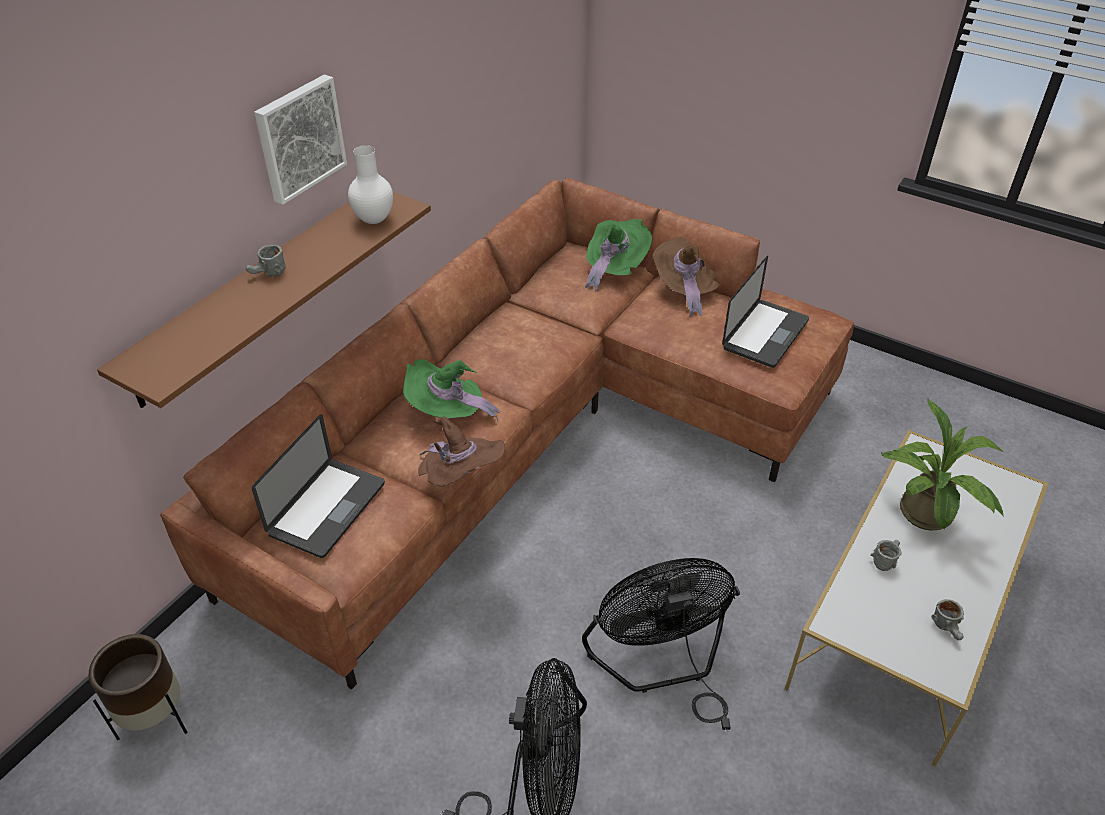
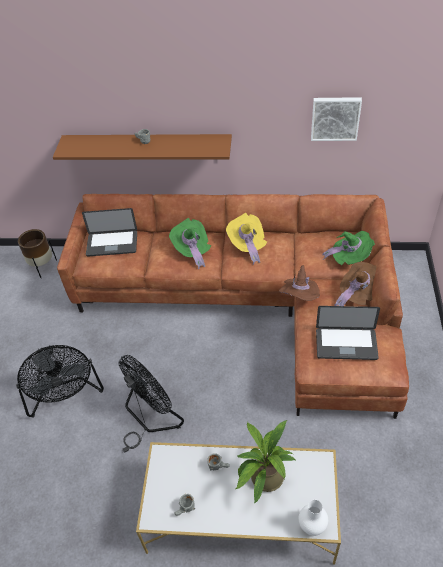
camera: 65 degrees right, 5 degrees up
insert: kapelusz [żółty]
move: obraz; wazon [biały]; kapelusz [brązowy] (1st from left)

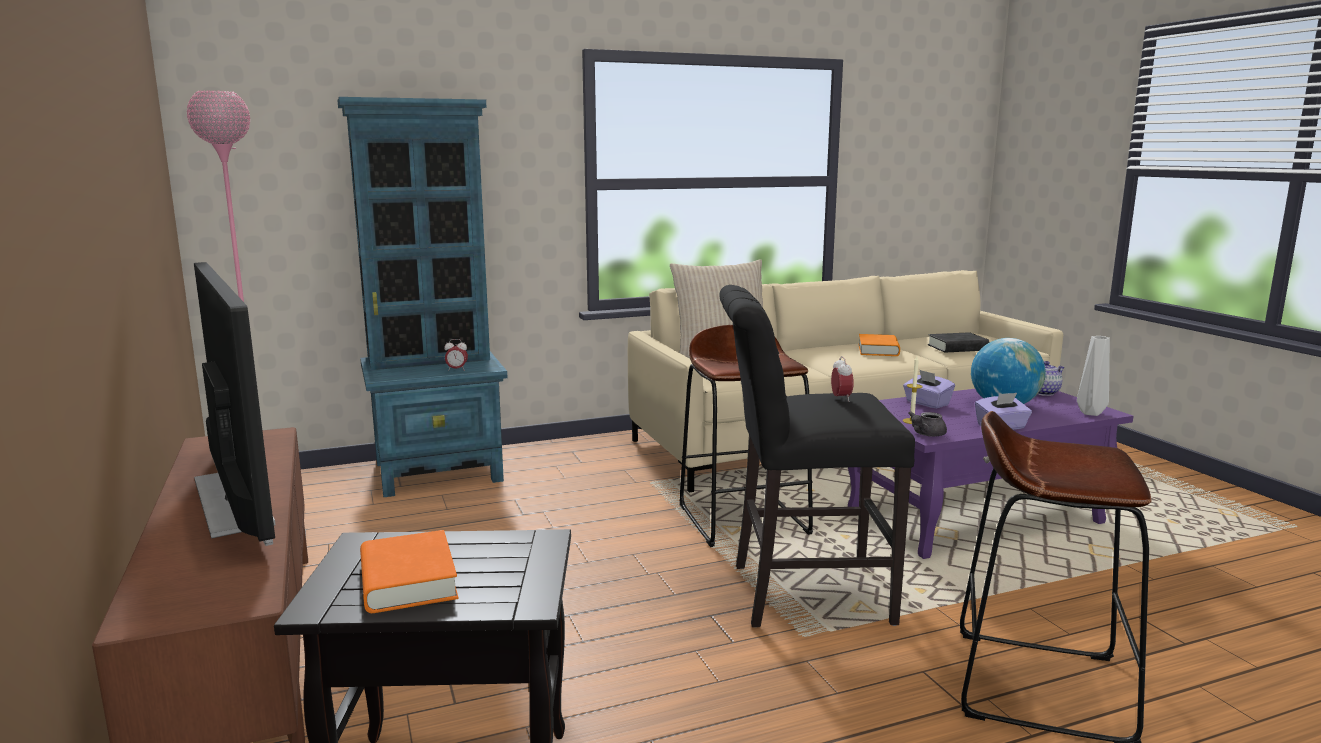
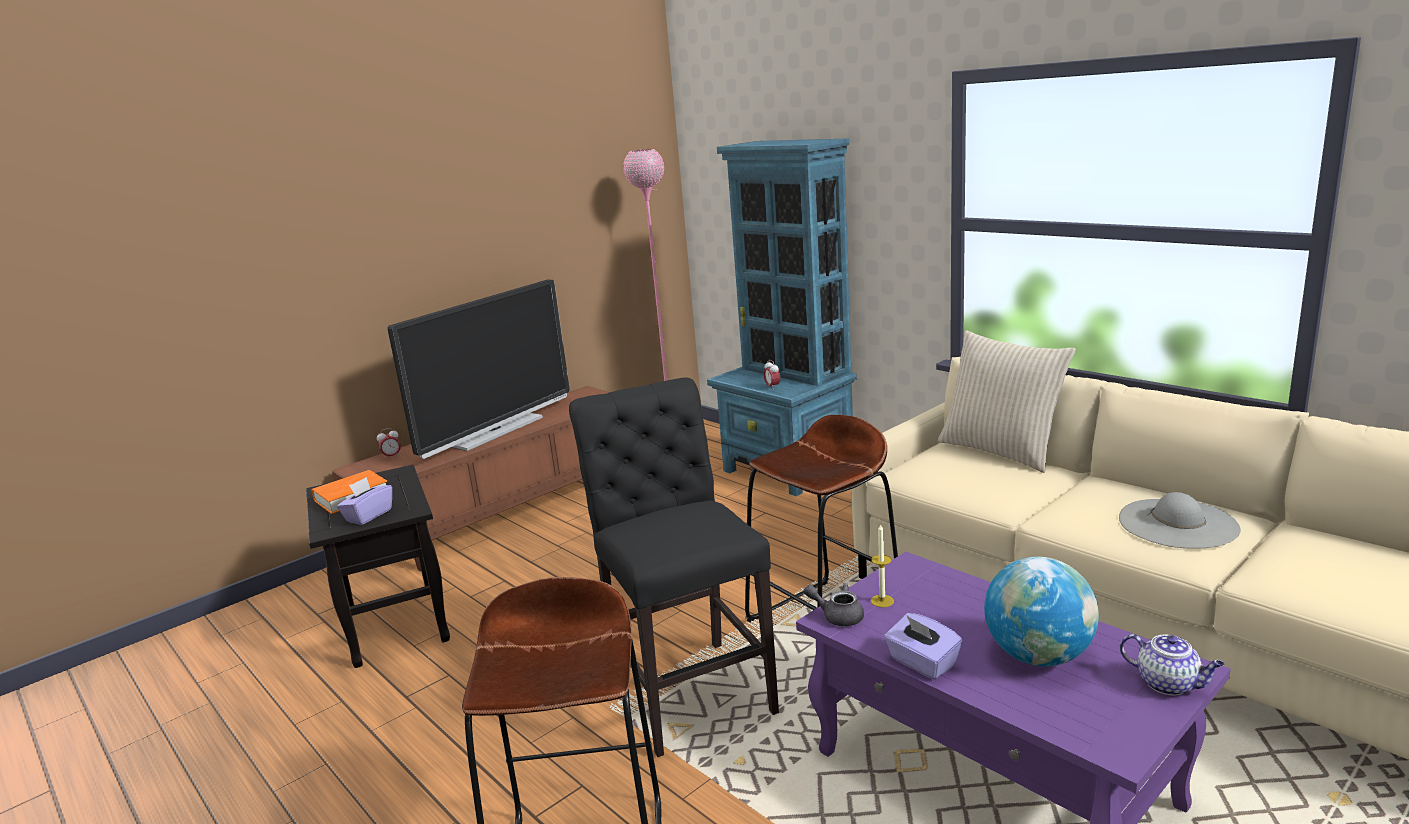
camera: 70 degrees right, 5 degrees up
delete: książka [czarny]; wazon [szary]
move: budzik (2nd from left in the first image) to budzik (1st from left); pudełko chusteczek [fioletowy] (1st from left)
replace: książka [pomarańczowy] (2nd from left) to kapelusz [szary]

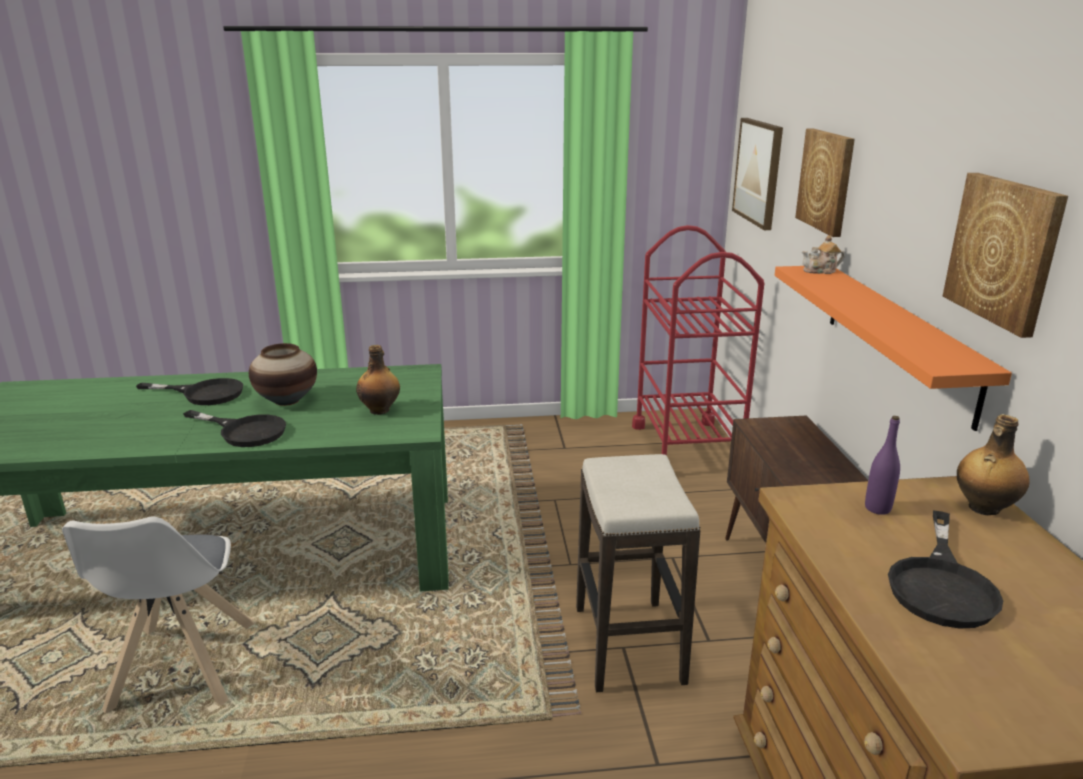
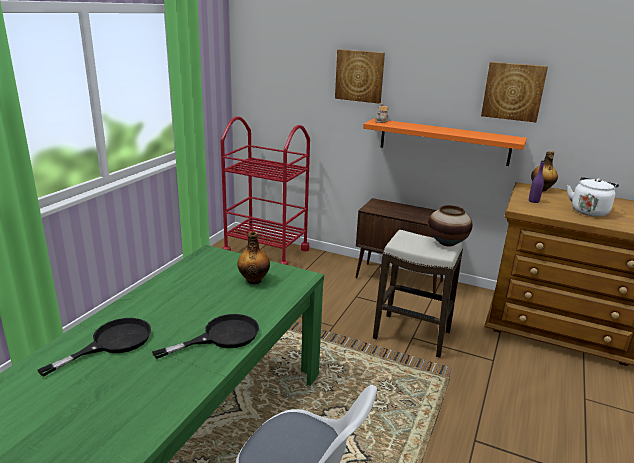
camera: 60 degrees left, 0 degrees up
delete: obraz (1st from left)
move: wazon
replace: patelnia [czarny] (3rd from left) to czajnik [biały]

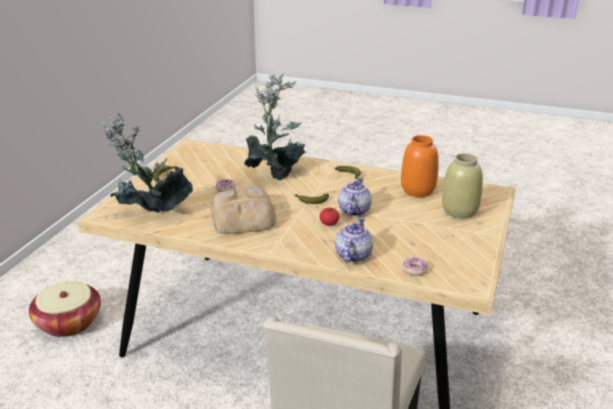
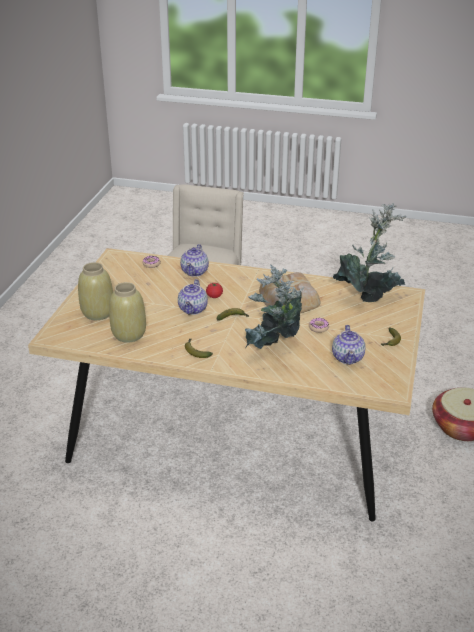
camera: 175 degrees right, 5 degrees up
insert: imbryk (3rd from left)
recolor: wazon [pomarańczowy] to wazon [beżowy] (2nd from left)

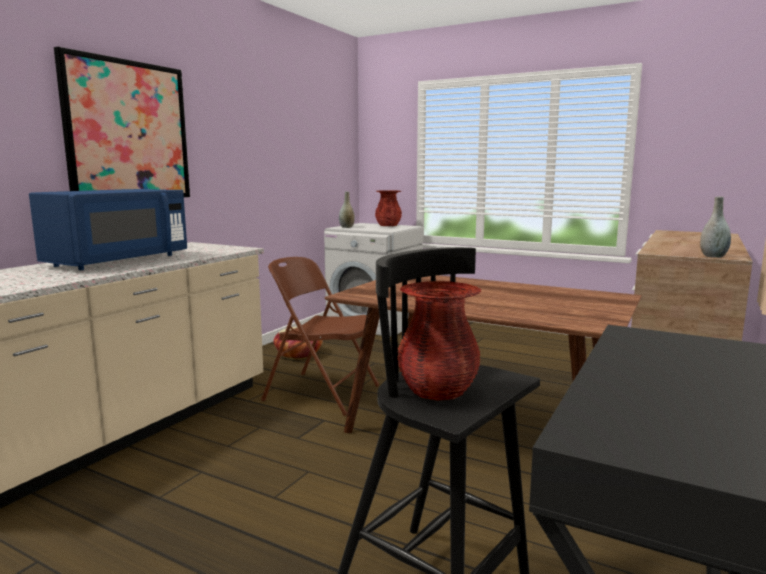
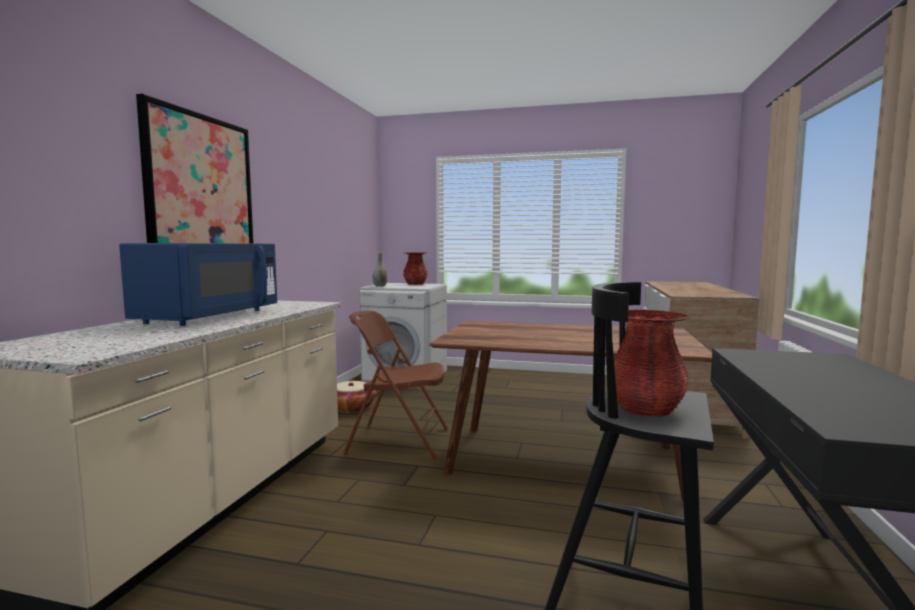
camera: 15 degrees left, 5 degrees down
delete: wazon [szary] (2nd from left)

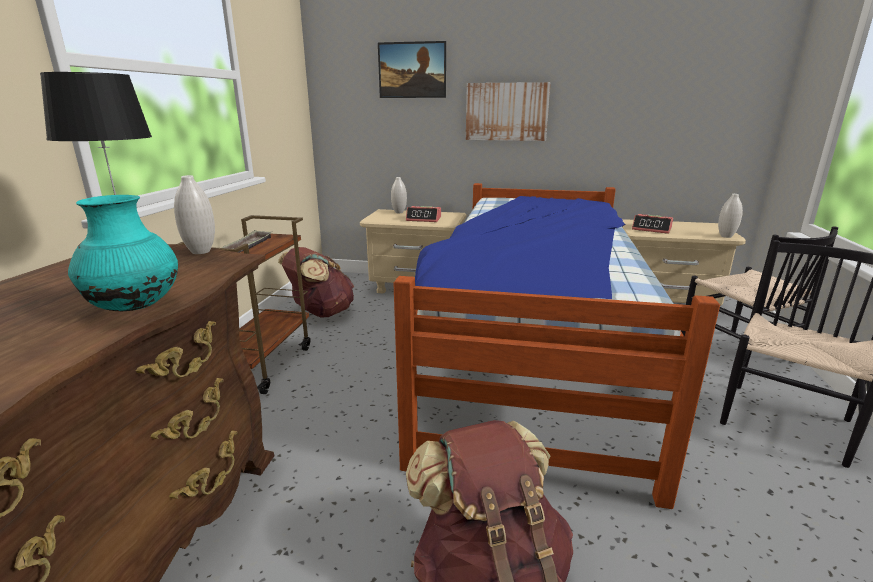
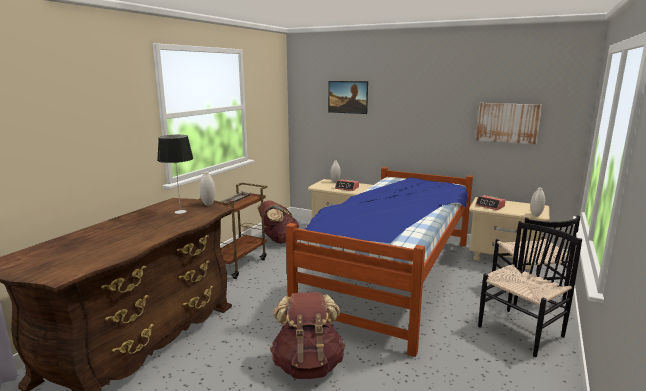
camera: 15 degrees right, 5 degrees down
delete: wazon [turkusowy]
move: obraz (2nd from left)

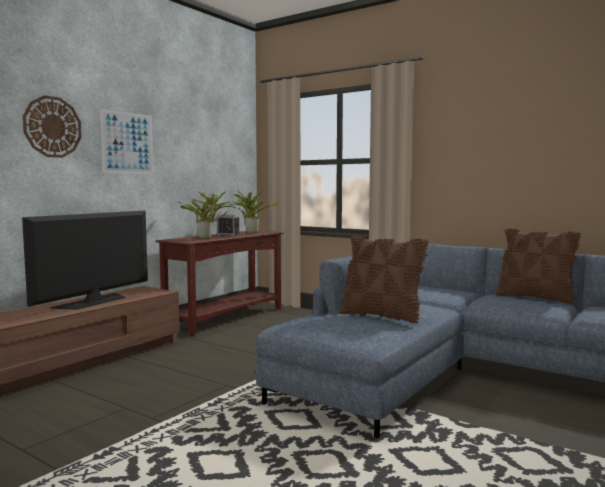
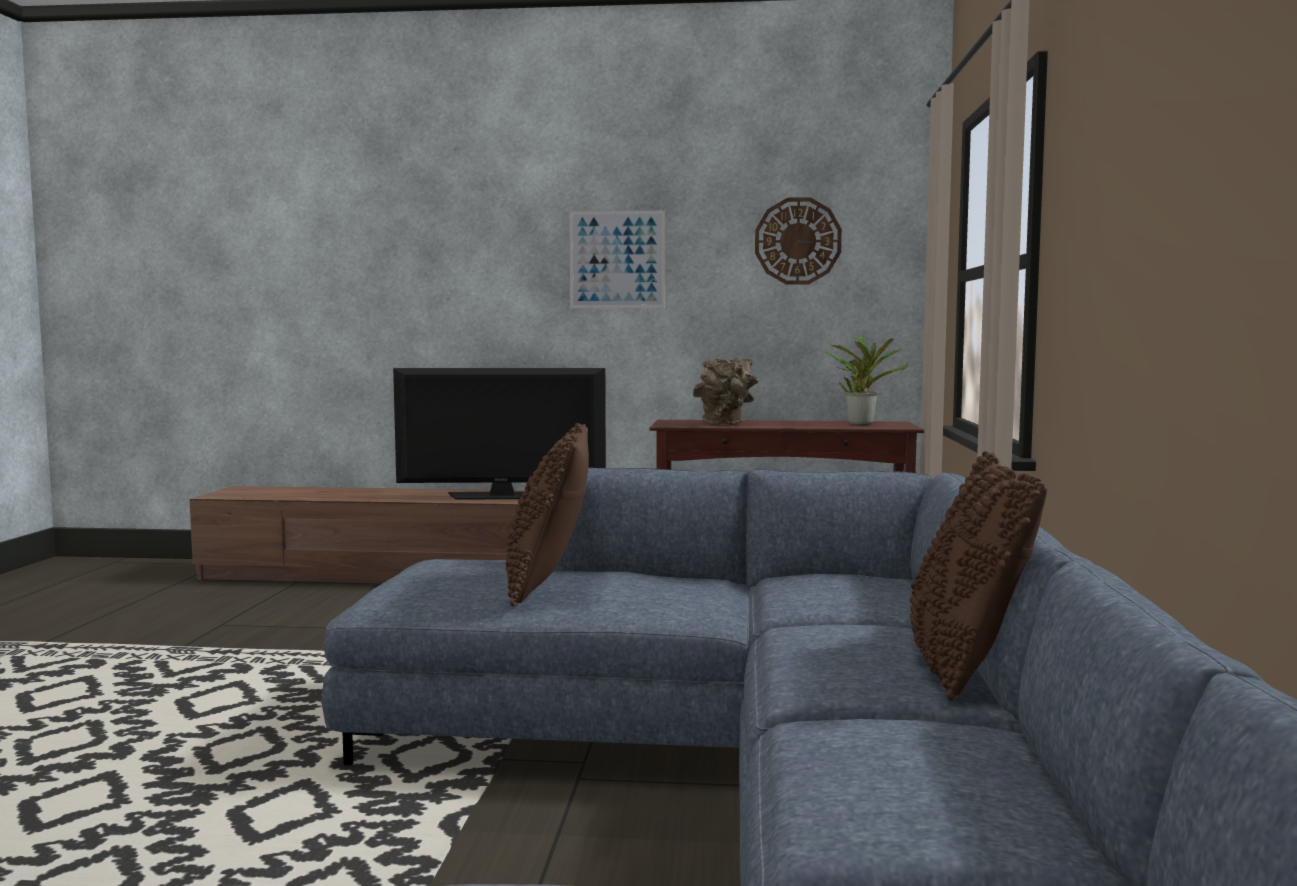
camera: 60 degrees right, 0 degrees up
delete: budzik
move: zegar ścienny
replace: roślina doniczkowa (1st from left) to wazon [brązowy]

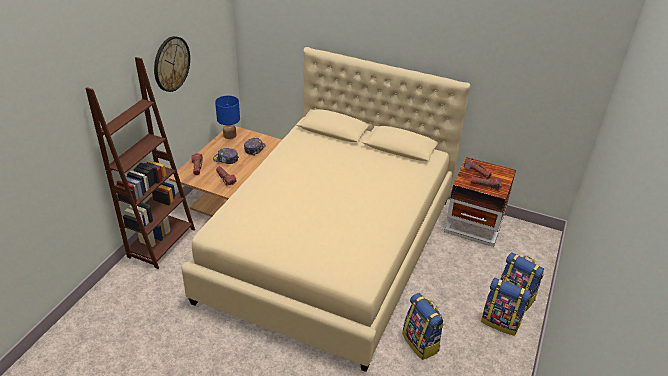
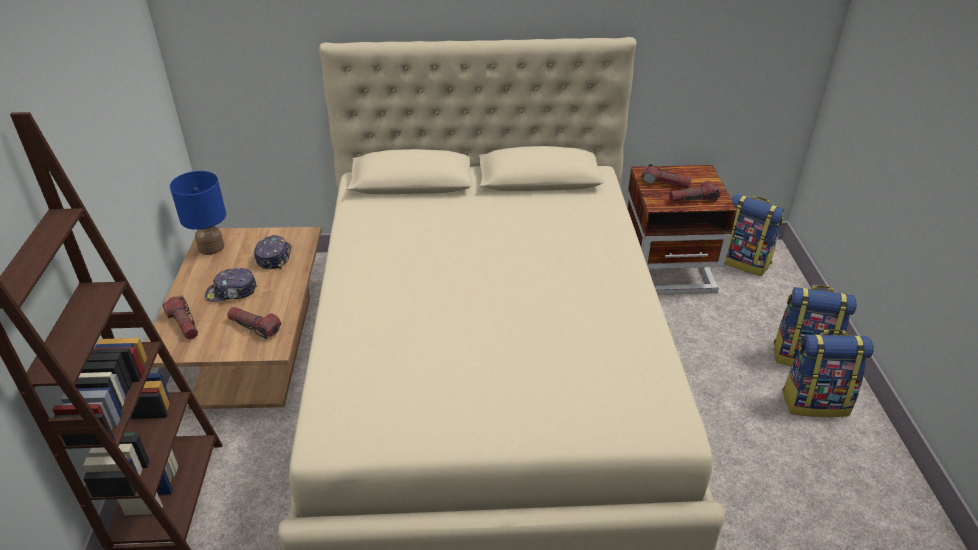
camera: 25 degrees left, 0 degrees up
delete: zegar ścienny
move: plecak (1st from left)

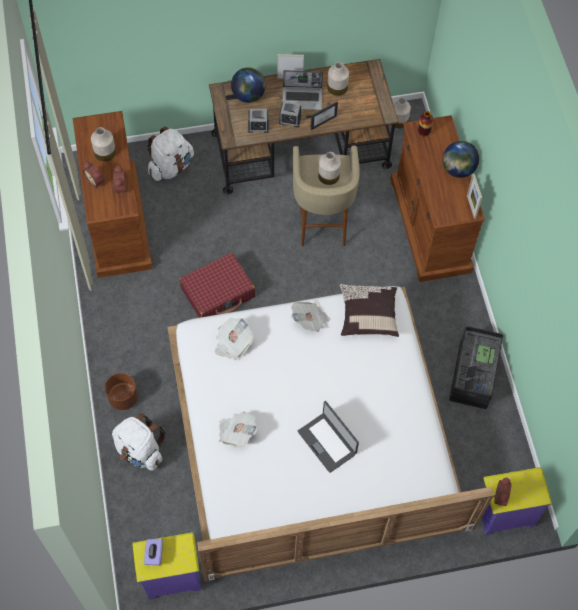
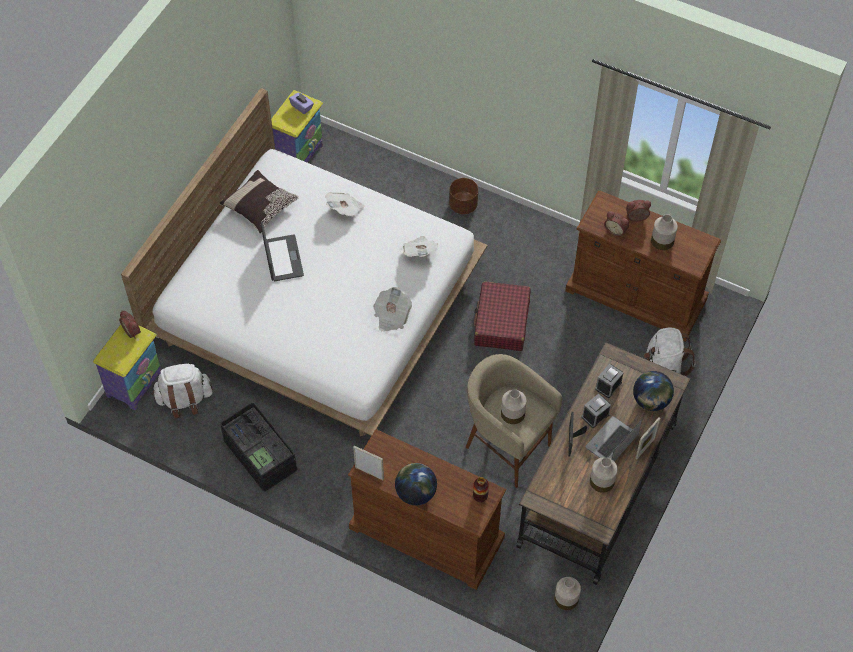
camera: 130 degrees right, 5 degrees down
move: plecak [biały] (1st from left); poduszka
rotate: laptop (2nd from left in the first image) 75 degrees clockwise

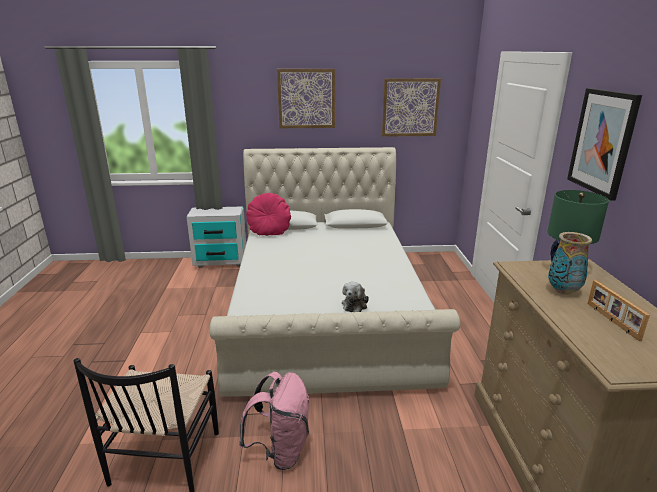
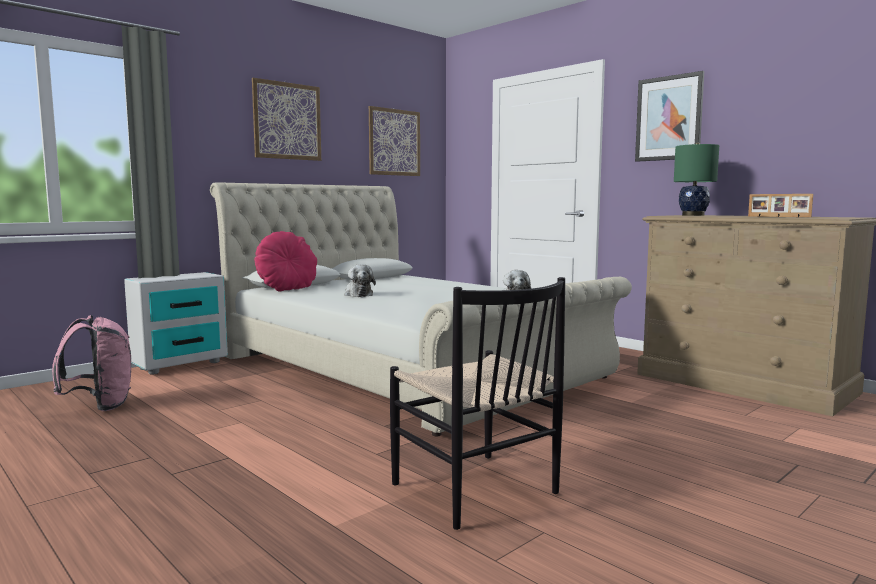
camera: 40 degrees left, 15 degrees down
delete: wazon
insert: pluszak (1st from left)
move: plecak [różowy]

